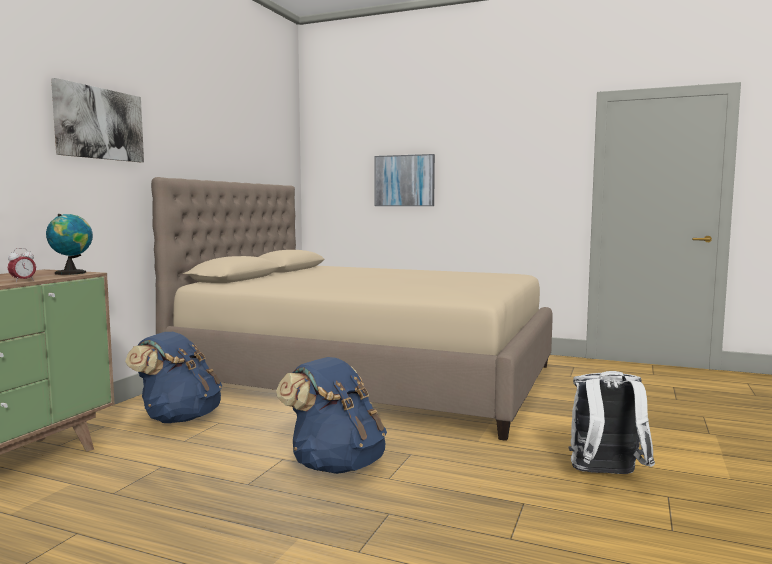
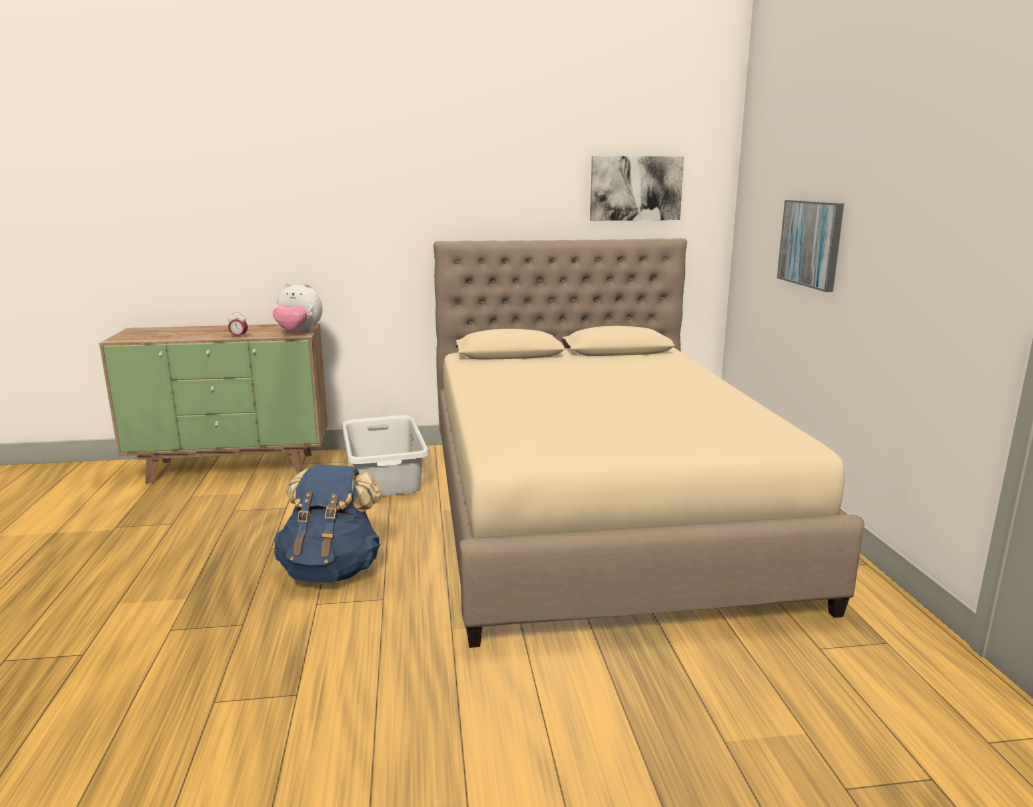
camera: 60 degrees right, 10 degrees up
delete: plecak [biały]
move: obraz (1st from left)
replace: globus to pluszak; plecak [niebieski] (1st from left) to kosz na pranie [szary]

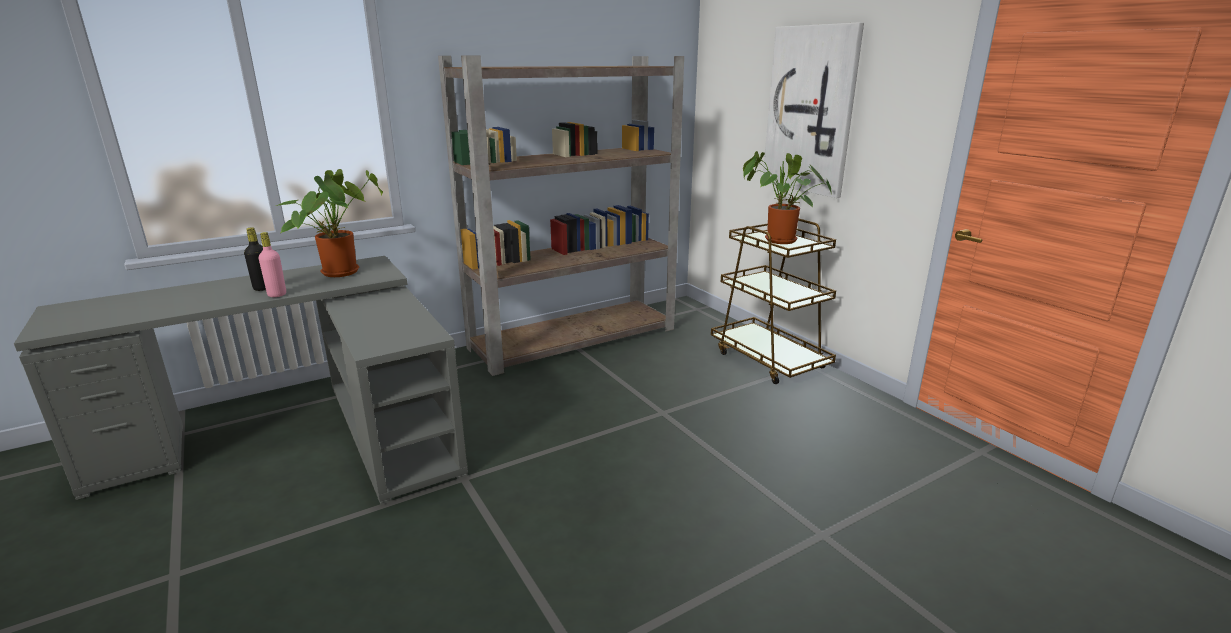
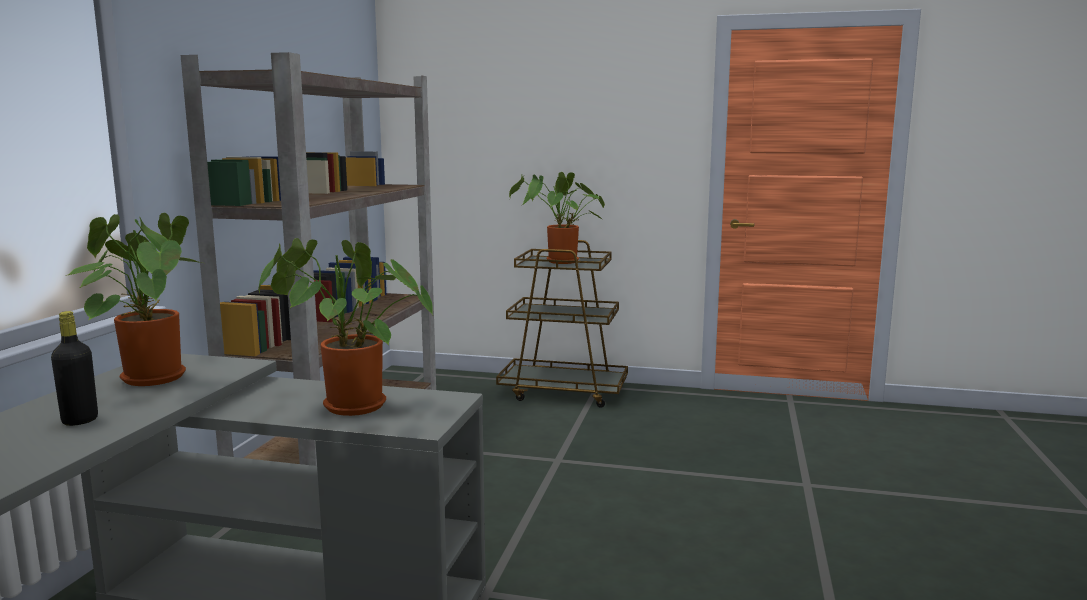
camera: 45 degrees left, 10 degrees down
delete: butelka [różowy]; obraz
insert: roślina doniczkowa (2nd from left)

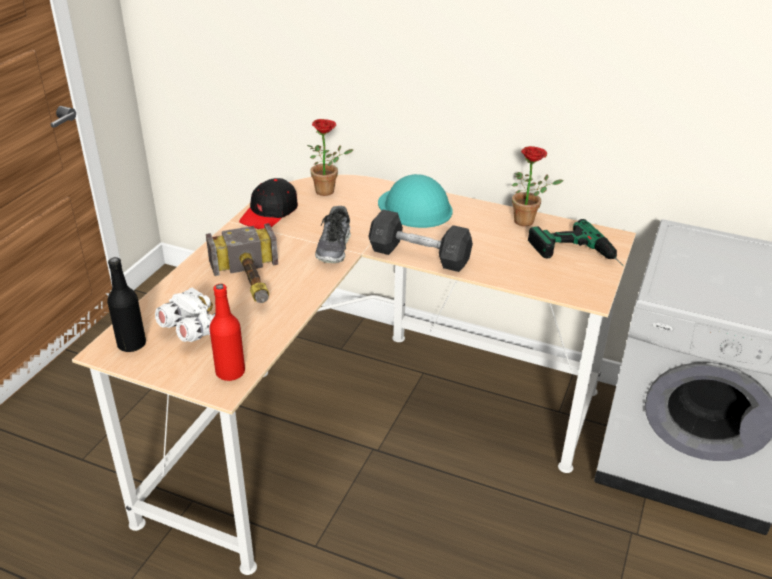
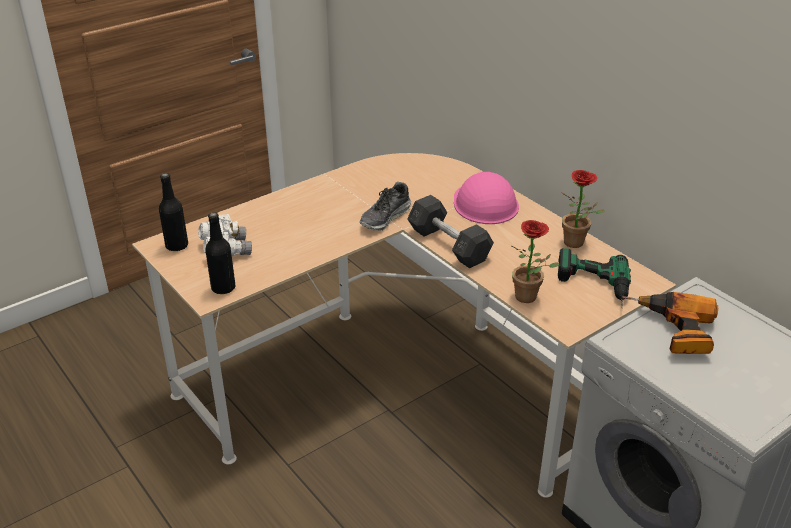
camera: 30 degrees right, 0 degrees up
delete: młotek; czapka z daszkiem [czarny]
insert: wiertarka (2nd from left)
move: roślina doniczkowa (1st from left)
recolor: butelka [czerwony] to butelka [czarny] (2nd from left); kask [turkusowy] to kask [różowy]

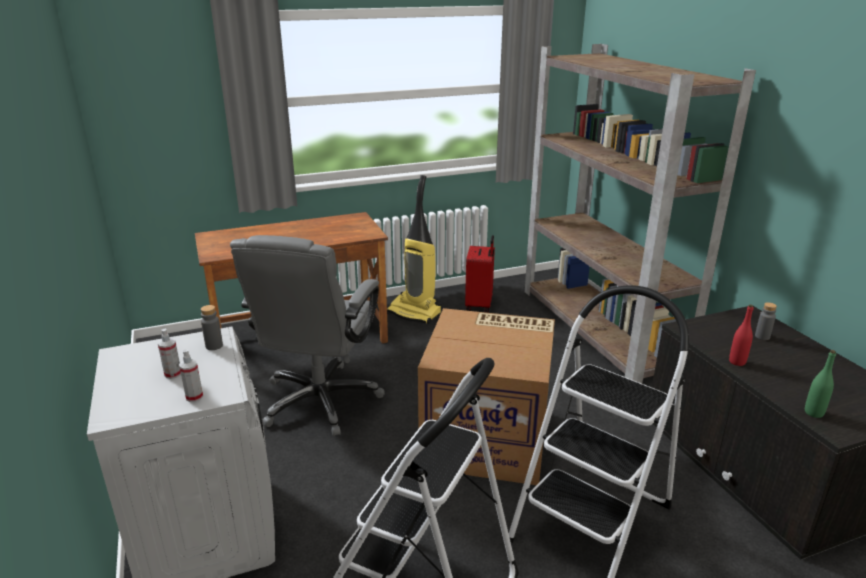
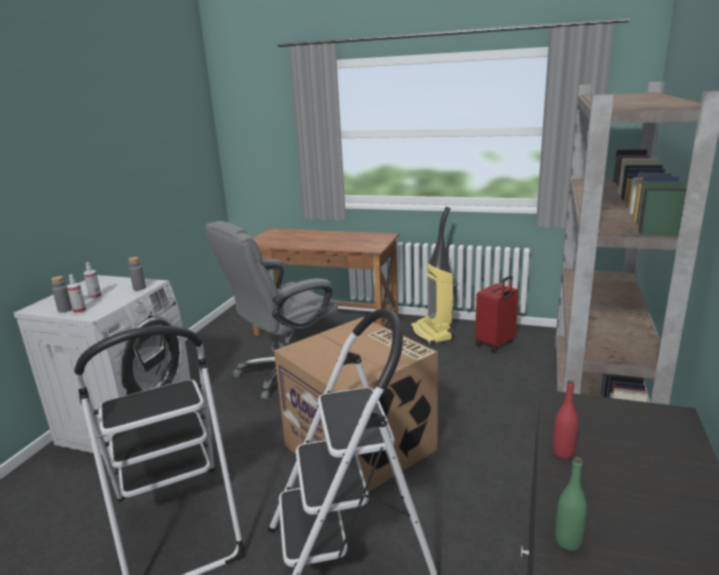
camera: 40 degrees right, 5 degrees down
move: butelka [szary] (2nd from left in the first image) to butelka [szary] (1st from left)

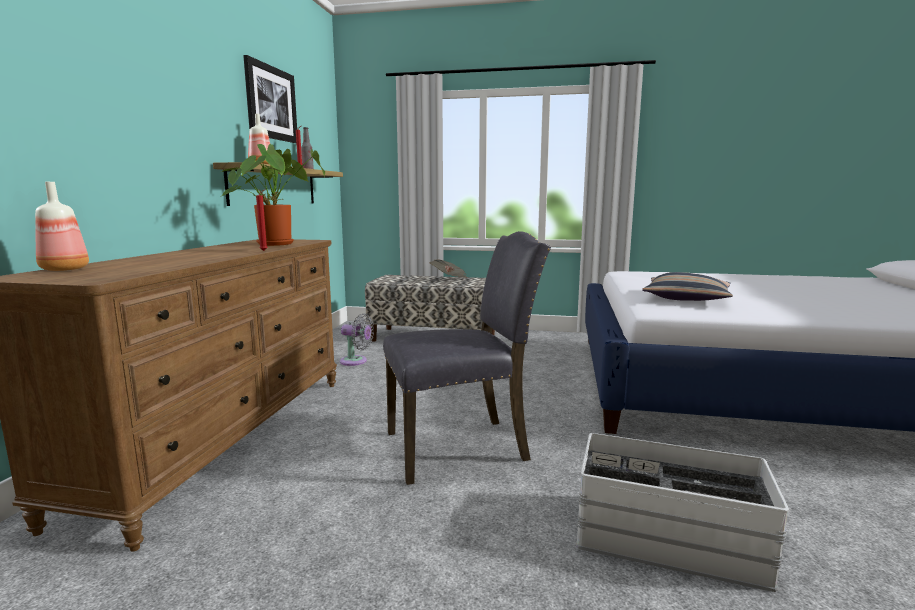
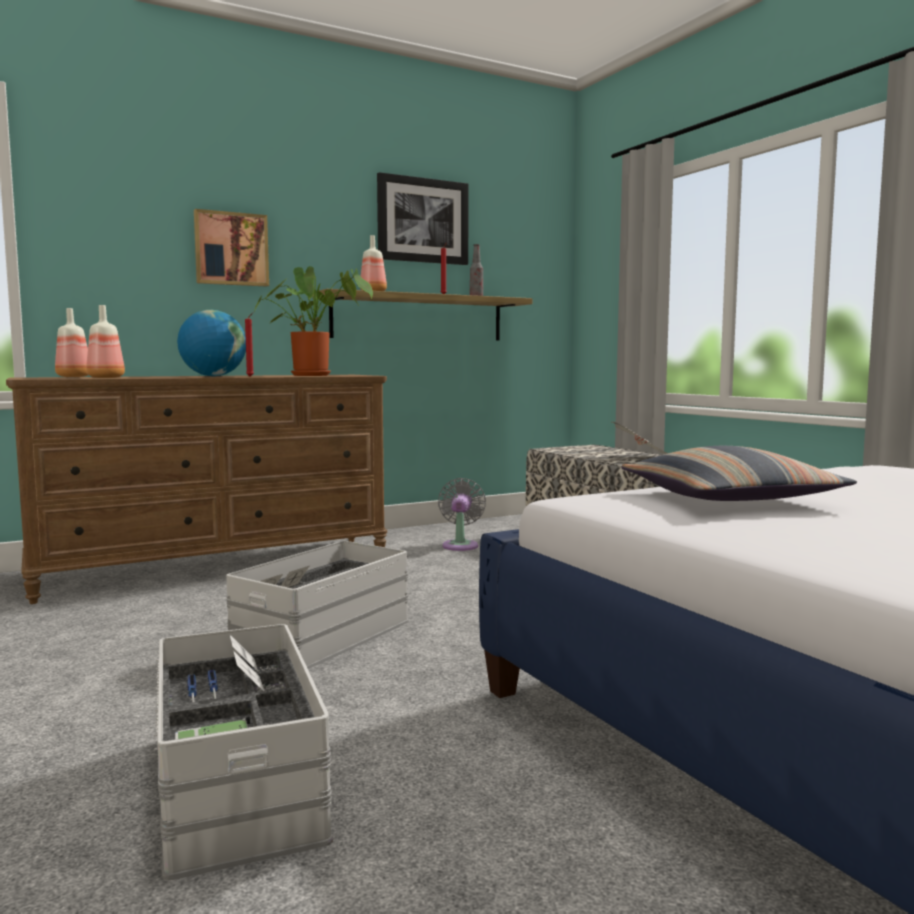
camera: 50 degrees right, 5 degrees down
insert: butelka (2nd from left); globus; obraz (1st from left)
replace: krzesło [szary] to pojemnik do przechowywania [szary] (2nd from left)
rotate: wentylator [szary] 150 degrees counterclockwise

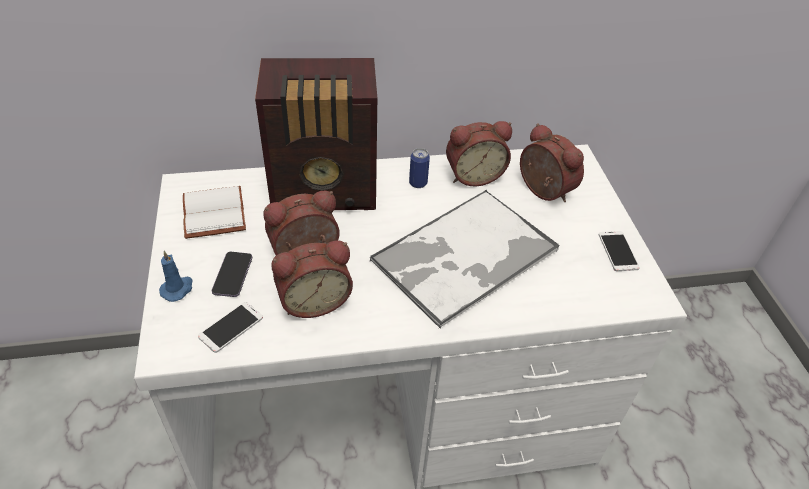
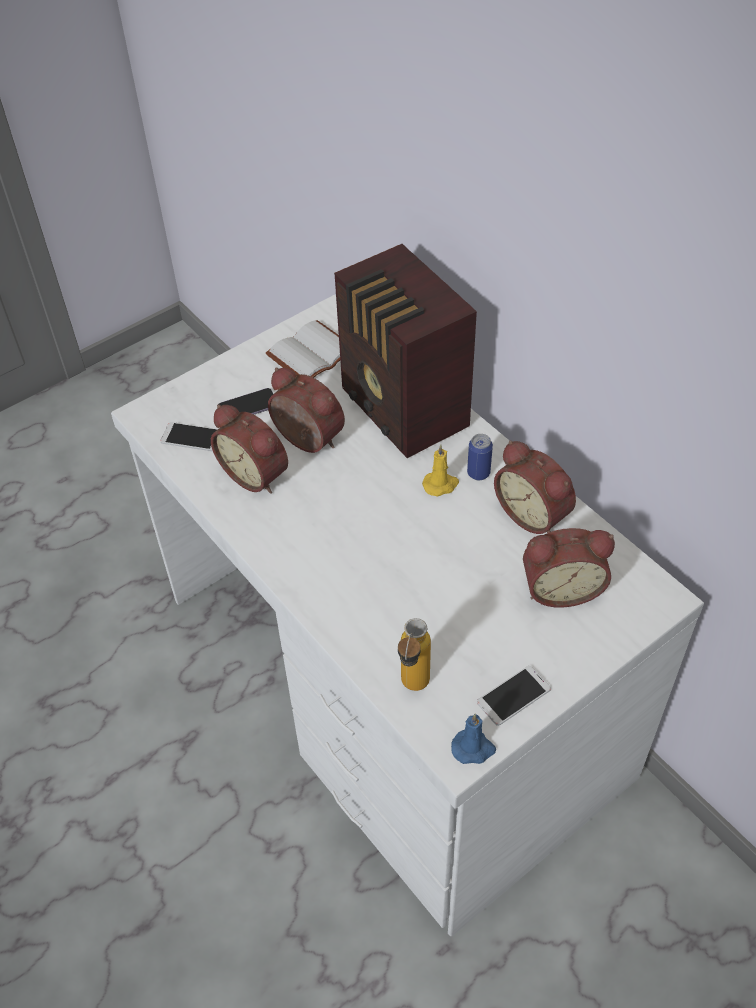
camera: 65 degrees right, 5 degrees up
delete: taca
insert: butelka; świeca [żółty]
move: świeca [niebieski]
rotate: budzik (4th from left) 60 degrees clockwise

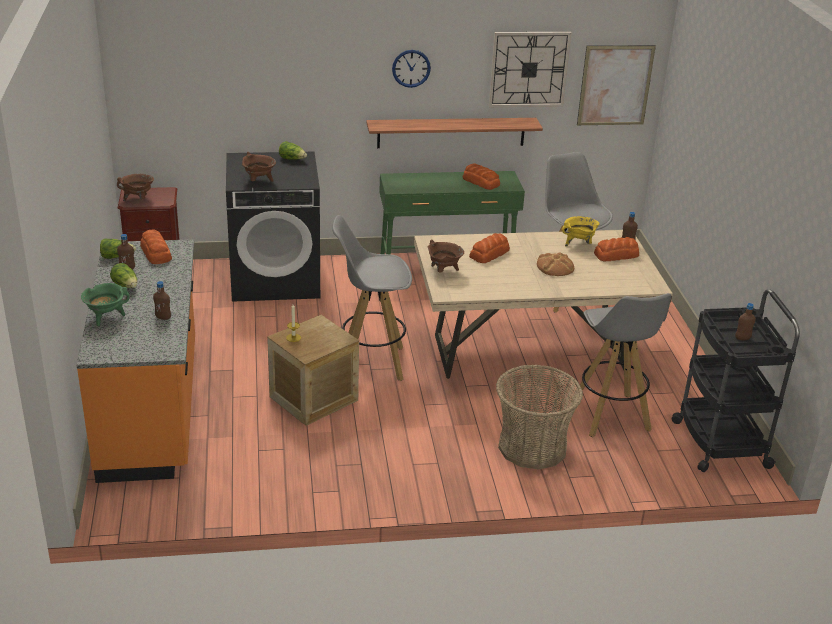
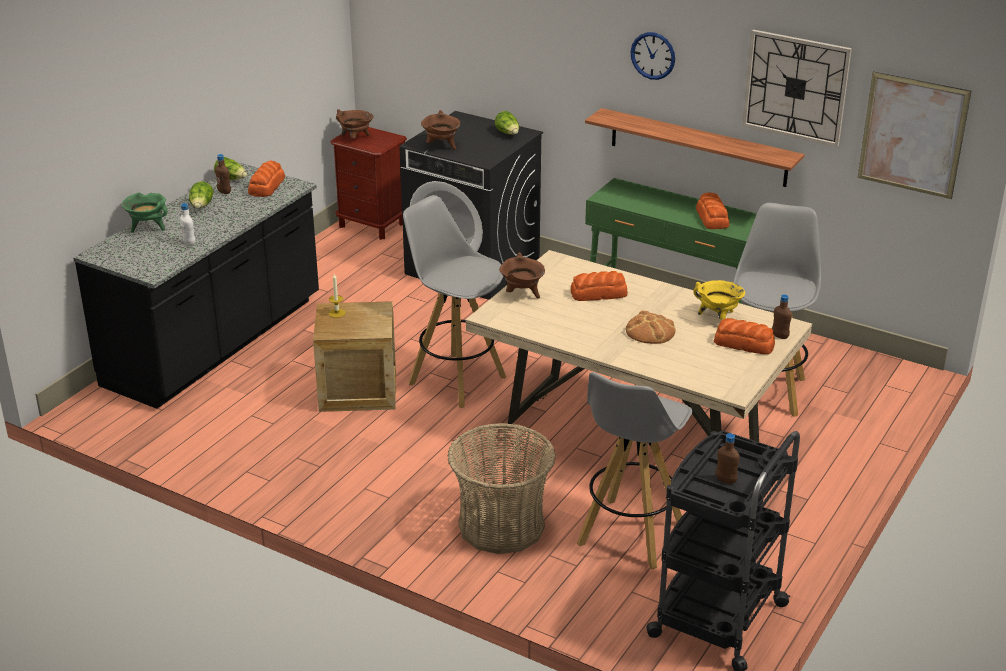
camera: 40 degrees right, 0 degrees up
recolor: zabudowa kuchenna [pomarańczowy] to zabudowa kuchenna [czarny]; butelka [brązowy] (2nd from left) to butelka [biały]

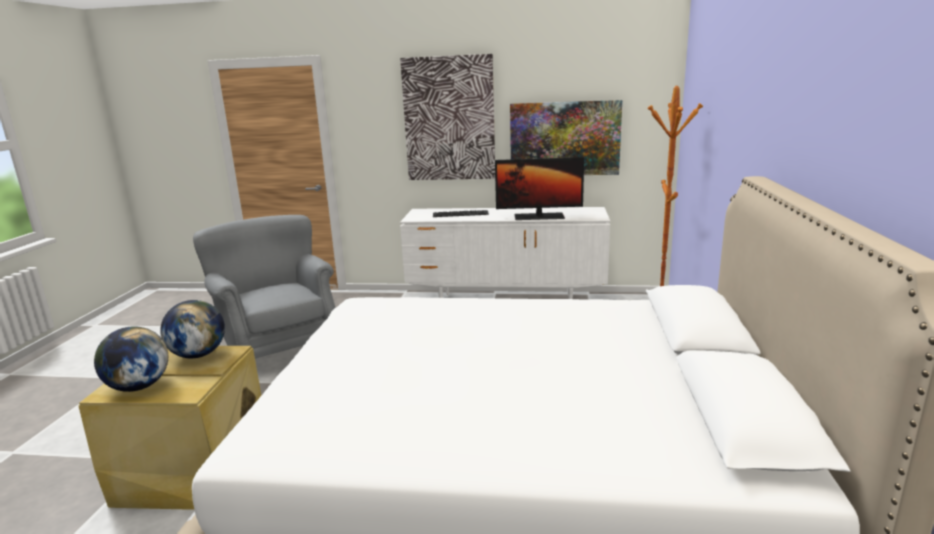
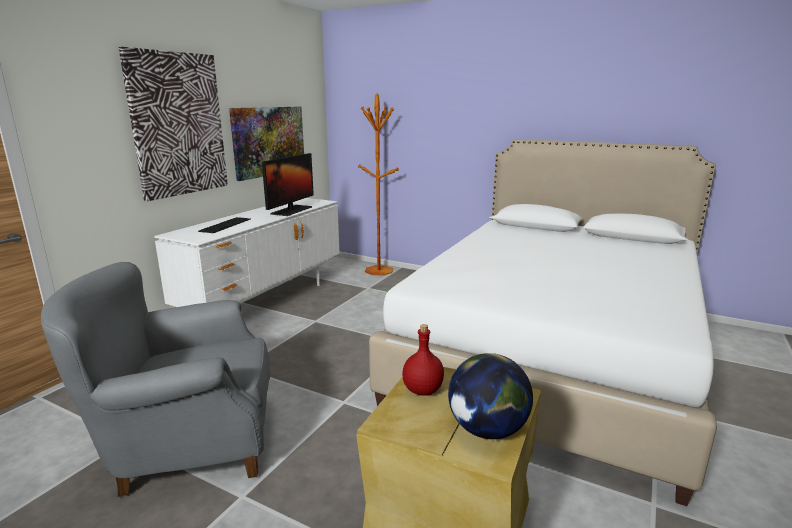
camera: 70 degrees left, 0 degrees up
replace: globus (2nd from left) to butelka [czerwony]

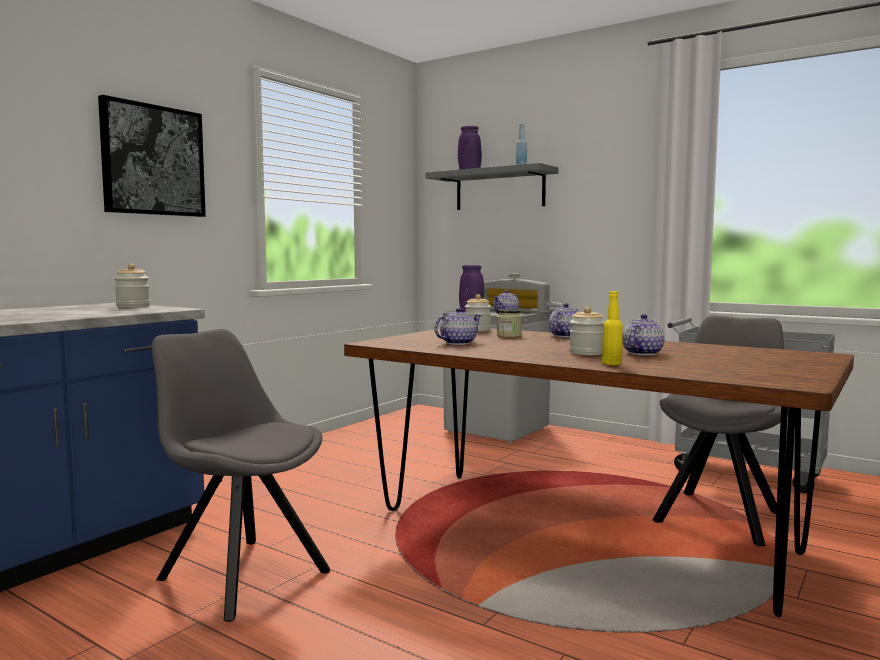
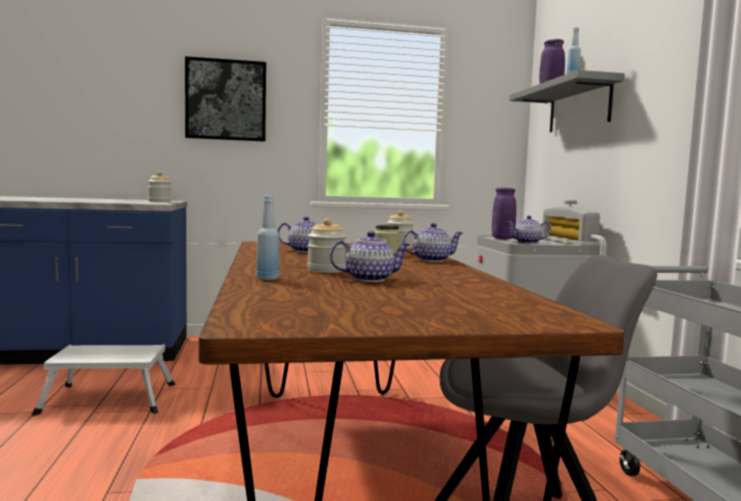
camera: 45 degrees right, 0 degrees up
replace: krzesło [szary] (1st from left) to drabinka [biały]
recolor: butelka [żółty] to butelka [niebieski] (1st from left)

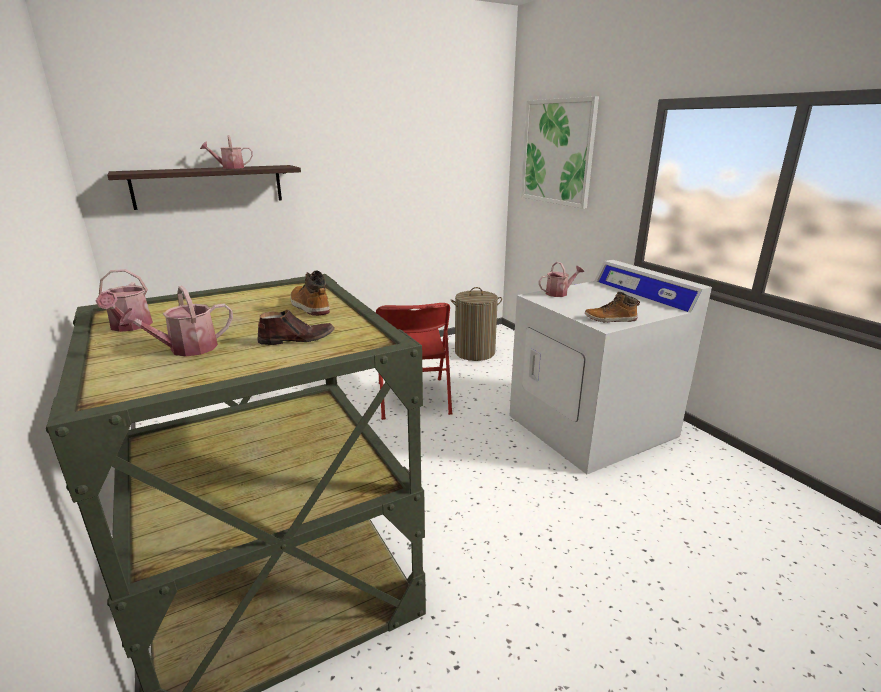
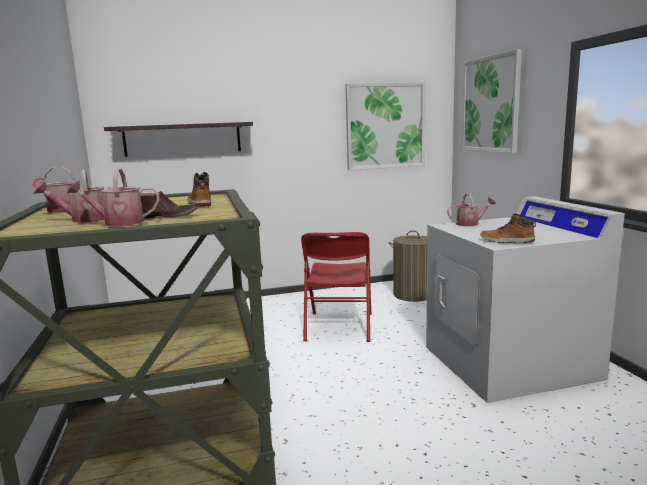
camera: 15 degrees right, 10 degrees down
insert: obraz (1st from left)
move: konewka (3rd from left)

